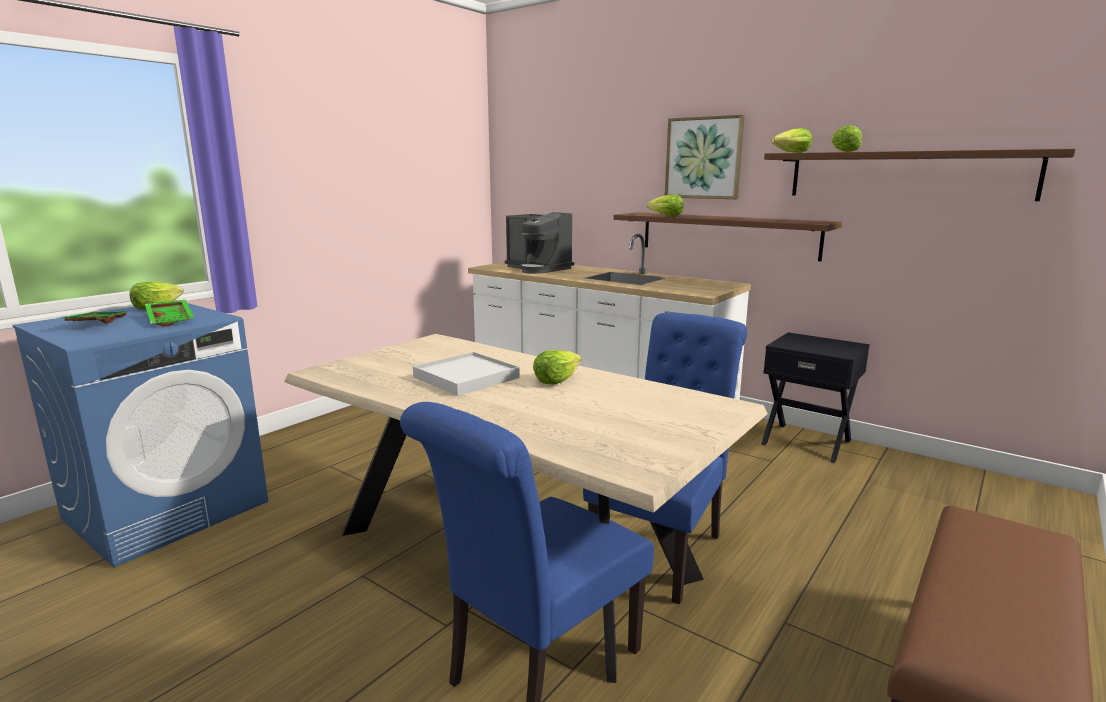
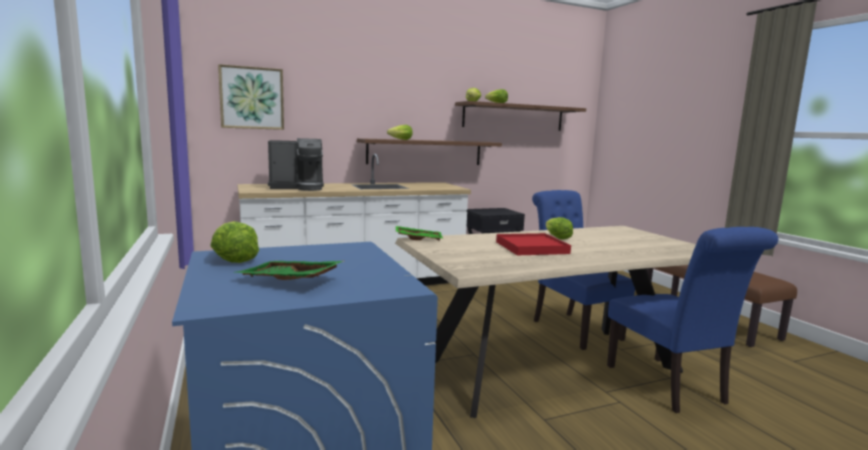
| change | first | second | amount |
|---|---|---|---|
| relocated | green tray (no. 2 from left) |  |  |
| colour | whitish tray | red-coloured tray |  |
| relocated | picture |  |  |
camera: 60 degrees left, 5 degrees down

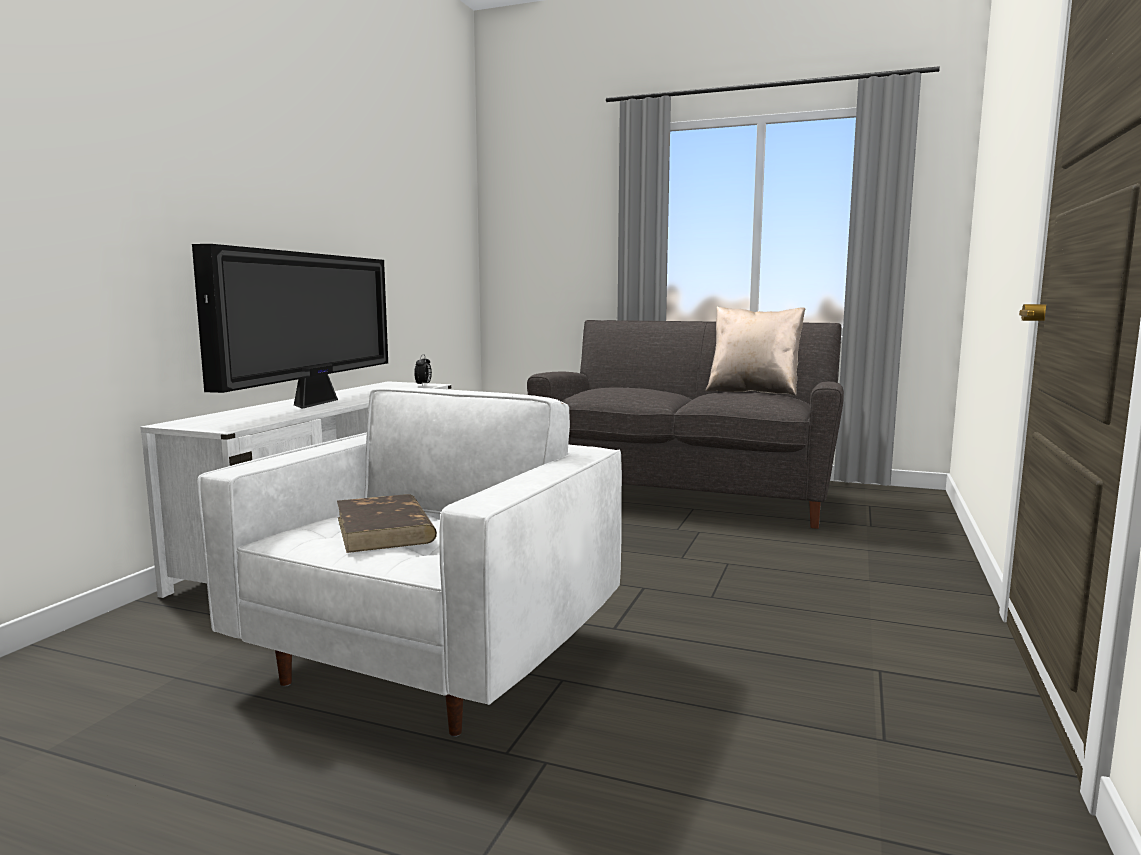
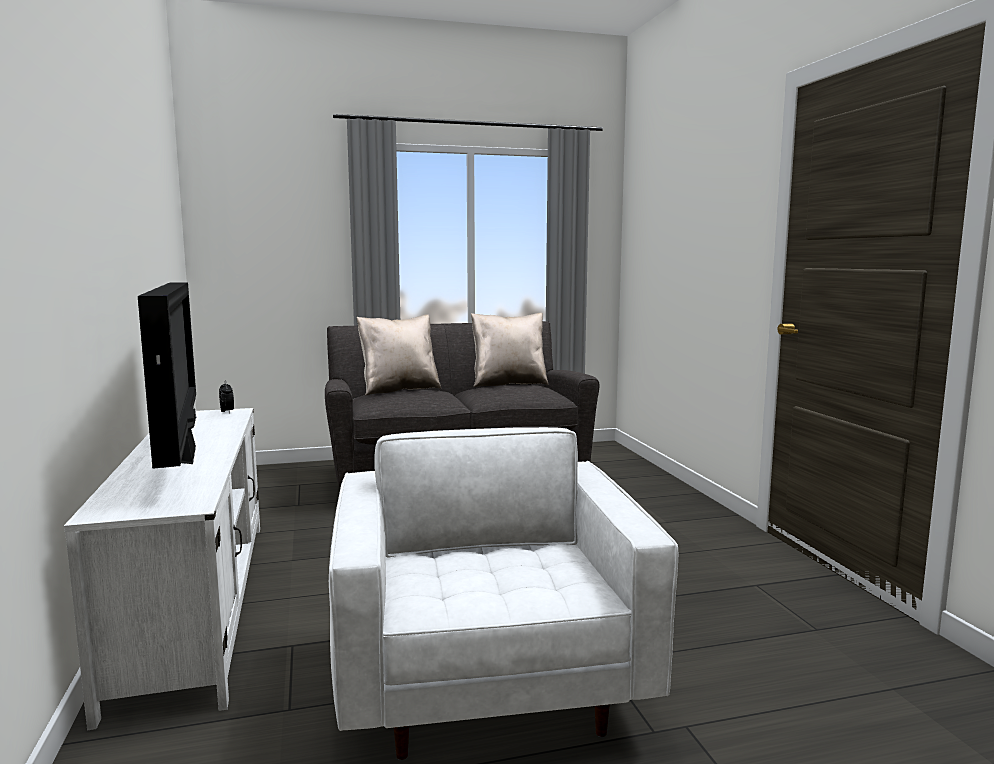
| change | first | second | amount |
|---|---|---|---|
| missing | brownish book |  |  |
| appeared |  | beige throw pillow (no. 1 from left) |  |
camera: 35 degrees left, 0 degrees up

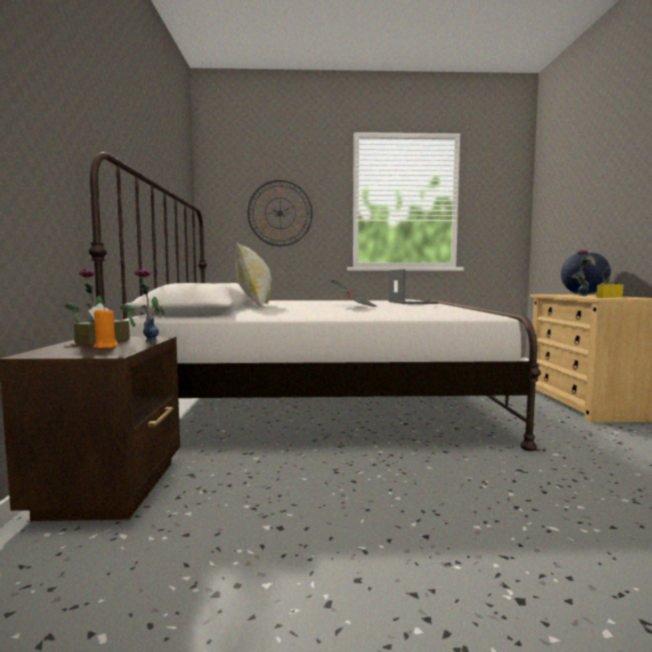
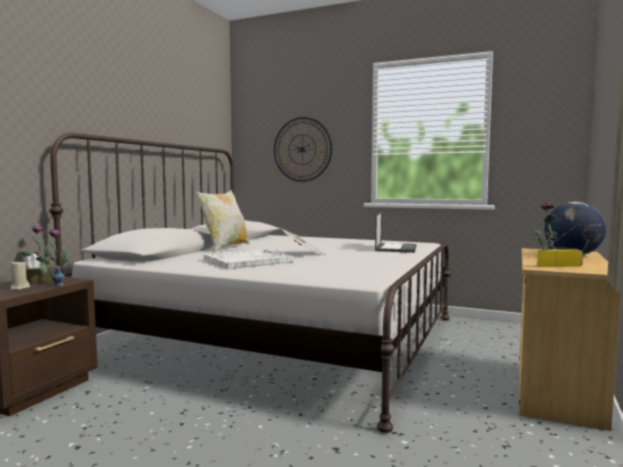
| change | first | second | amount |
|---|---|---|---|
| colour | orangey candle | beige candle |  |
| appeared |  | whitish tray |  |
camera: 25 degrees right, 0 degrees up

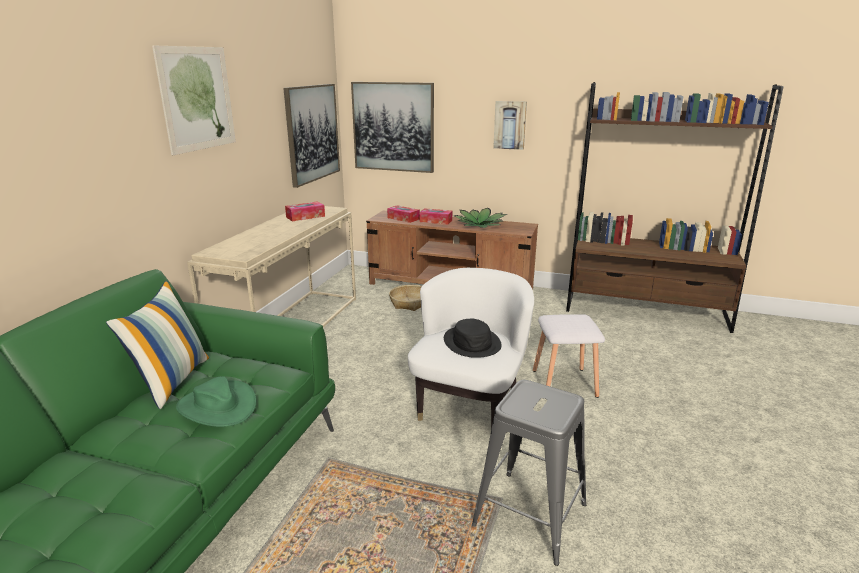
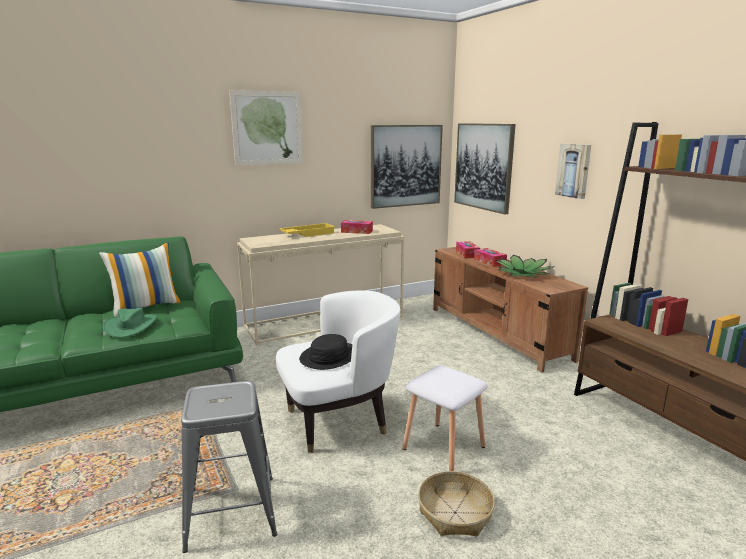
| change | first | second | amount |
|---|---|---|---|
| relocated | storage basket |  |  |
| appeared |  | yellowish tray |  |
camera: 45 degrees right, 5 degrees down

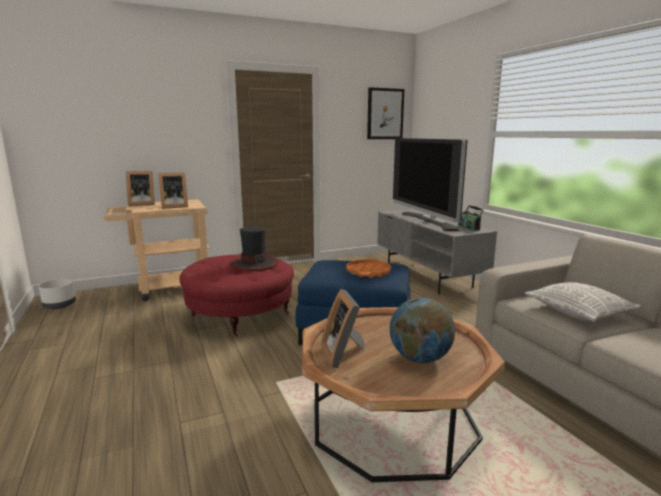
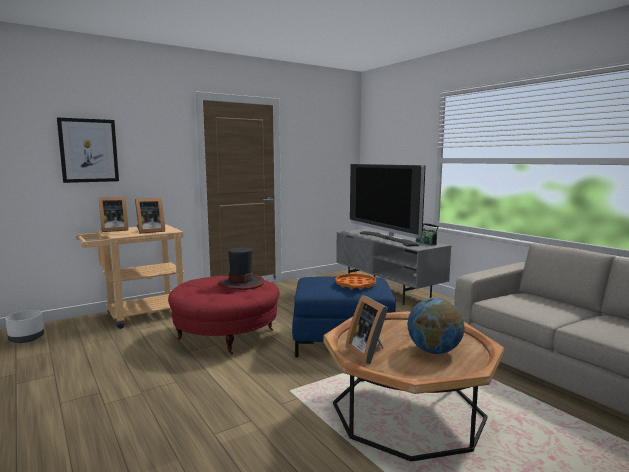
| change | first | second | amount |
|---|---|---|---|
| relocated | picture |  |  |
| missing | throw pillow |  |  |
camera: 10 degrees left, 5 degrees down

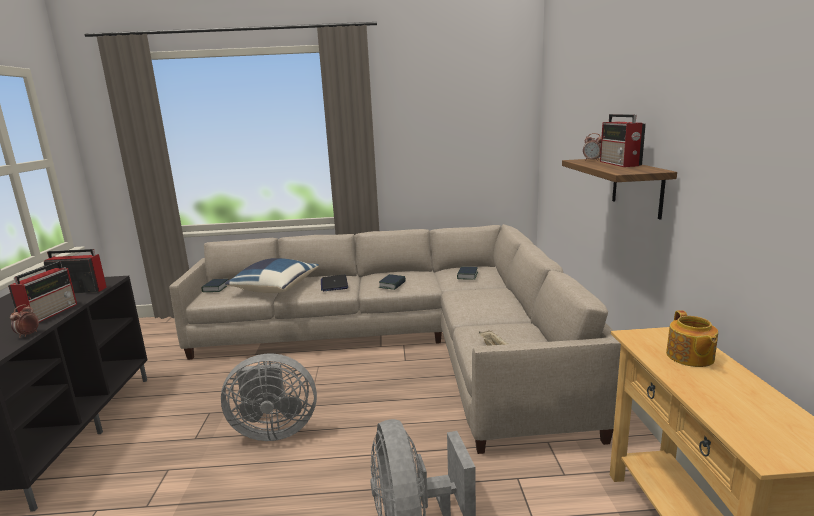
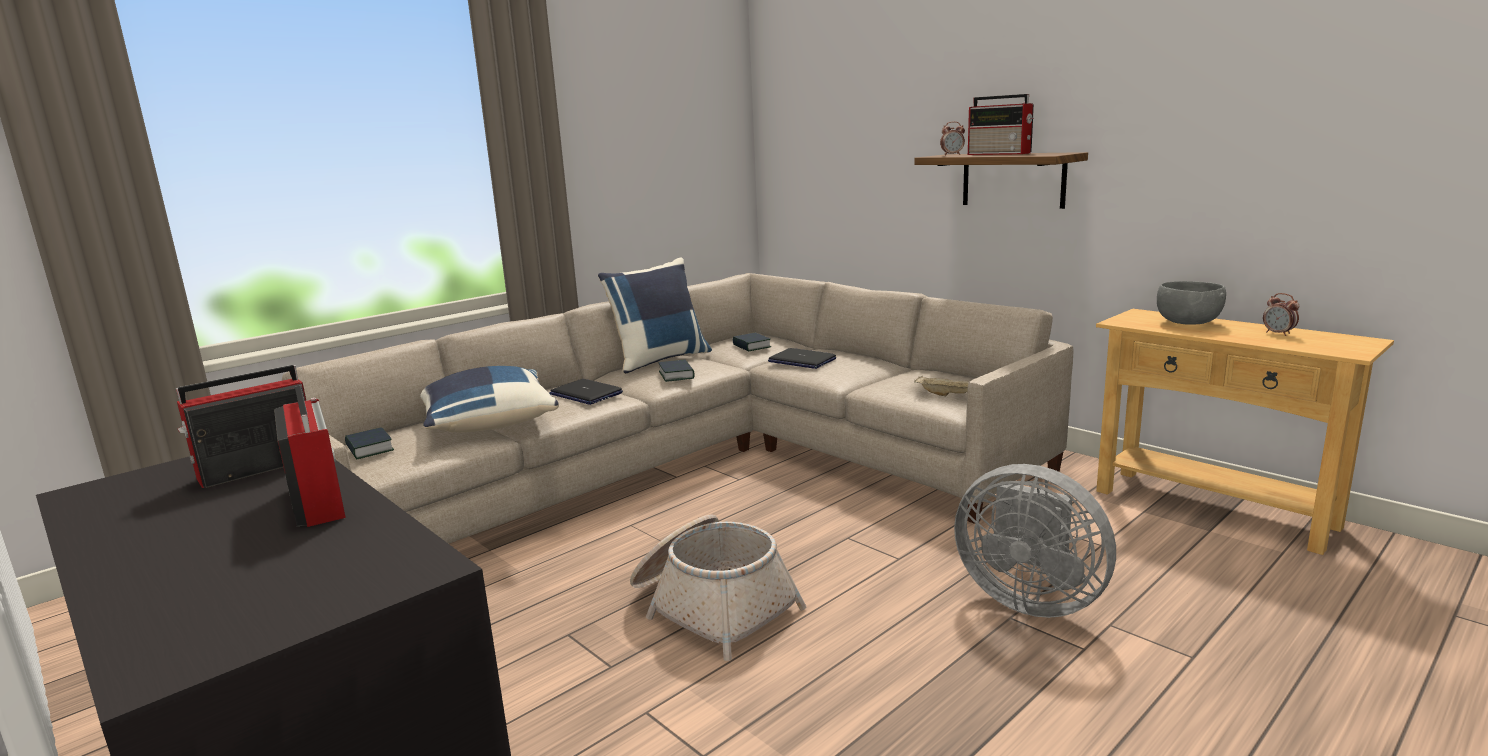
| change | first | second | amount |
|---|---|---|---|
| relocated | table clock (no. 1 from left in the first image) | table clock (no. 2 from left) |  |
| exchanged | grey fan (no. 1 from left) | storage basket |  |
| exchanged | teapot | grey bowl |  |
| appeared |  | blue throw pillow (no. 2 from left) |  |
| appeared |  | laptop (no. 2 from left) |  |
camera: 40 degrees left, 0 degrees up

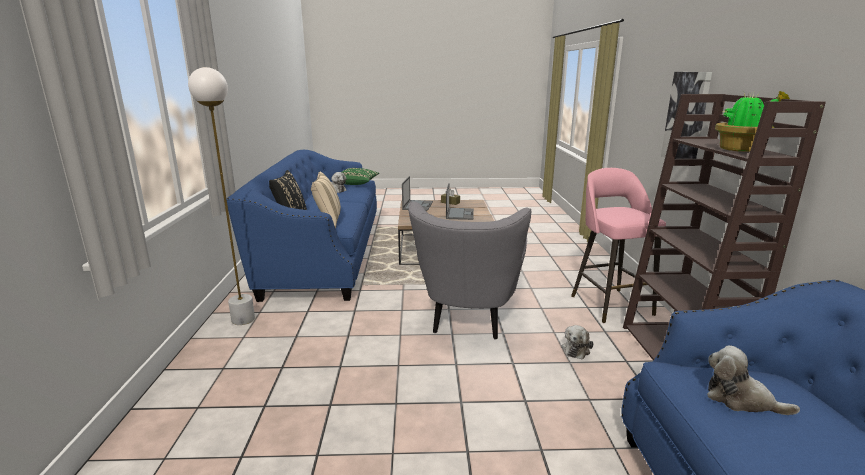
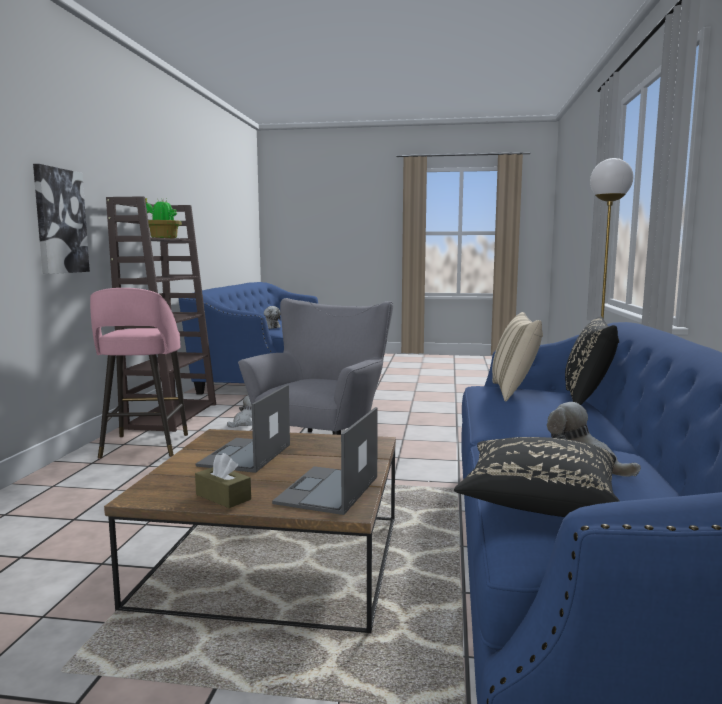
| change | first | second | amount |
|---|---|---|---|
| colour | green throw pillow | black throw pillow (no. 1 from left) |  |
camera: 170 degrees left, 10 degrees down

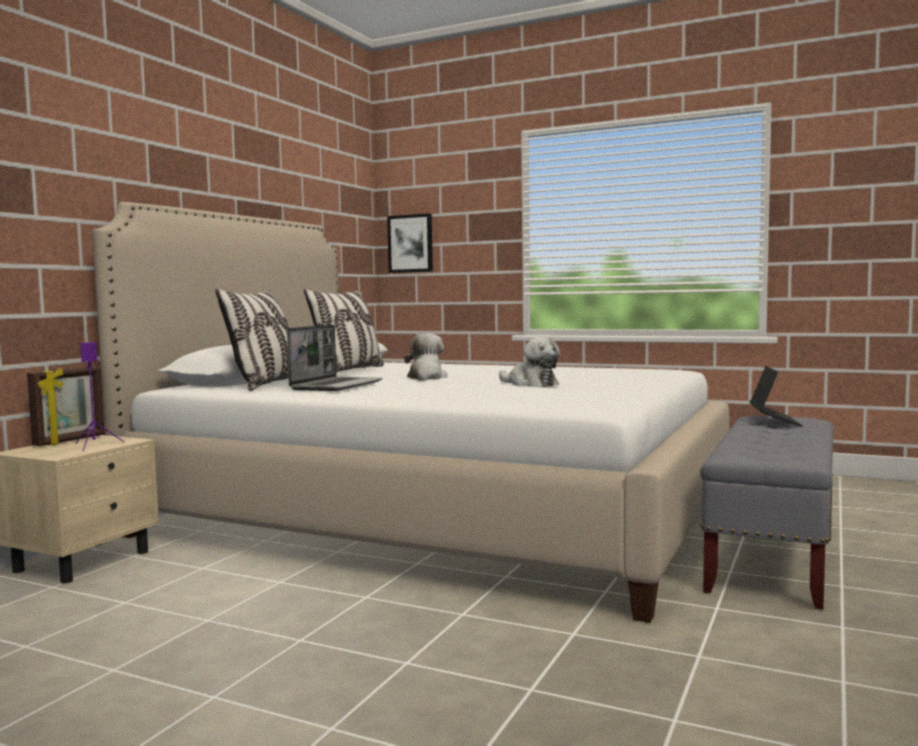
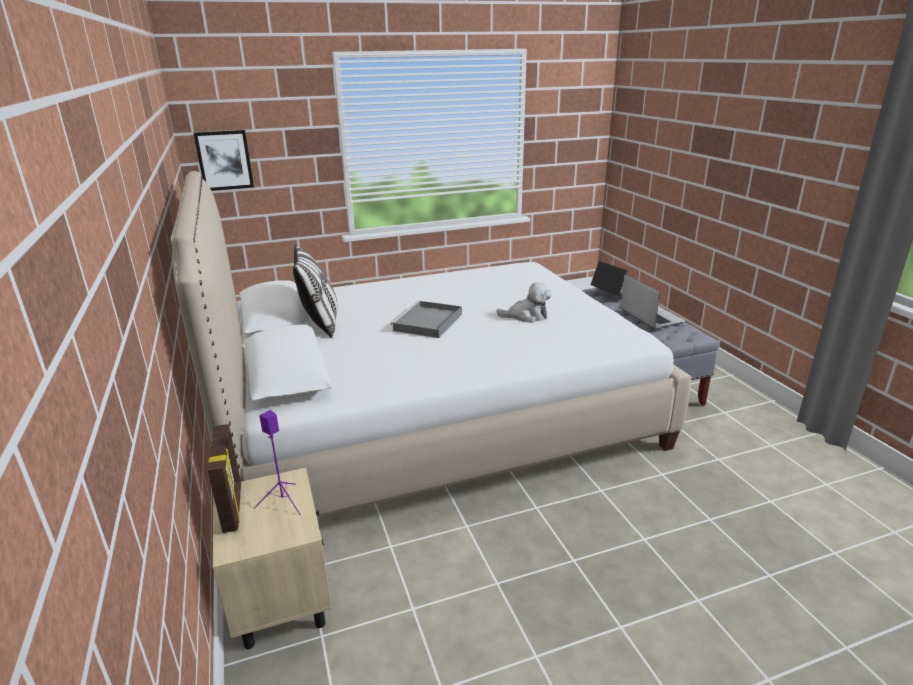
| change | first | second | amount |
|---|---|---|---|
| missing | throw pillow (no. 1 from left) |  |  |
| relocated | laptop (no. 1 from left in the first image) | laptop (no. 2 from left) |  |
| exchanged | cuddly toy (no. 1 from left) | grey tray |  |
camera: 45 degrees left, 20 degrees up

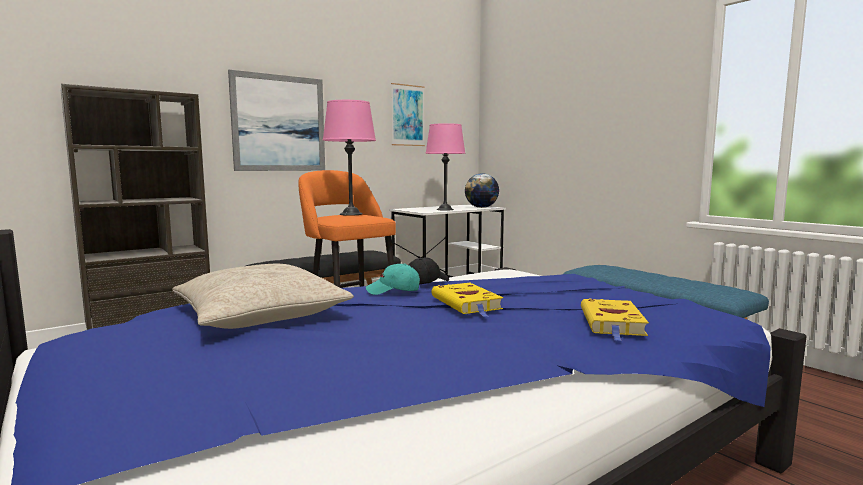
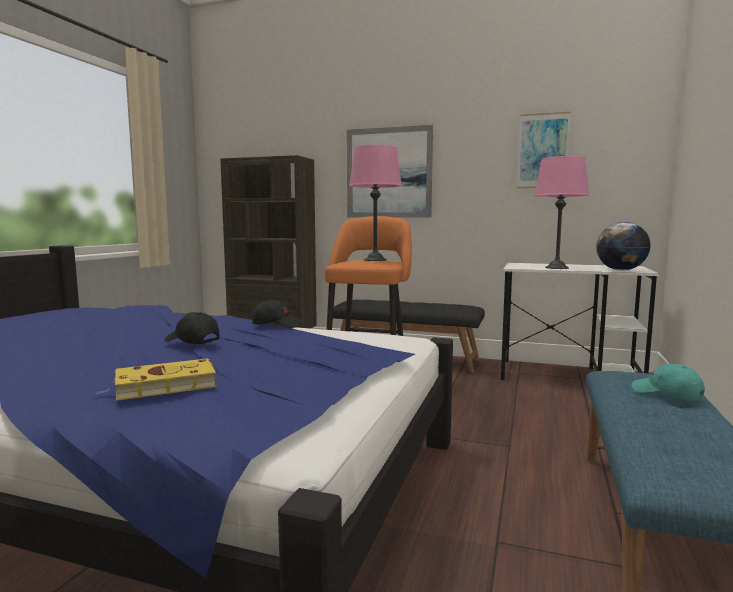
| change | first | second | amount |
|---|---|---|---|
| missing | beige throw pillow |  |  |
| relocated | turquoise-coloured cap |  |  |
| exchanged | yellowish book (no. 1 from left) | black cap (no. 1 from left) |  |
camera: 55 degrees right, 0 degrees up

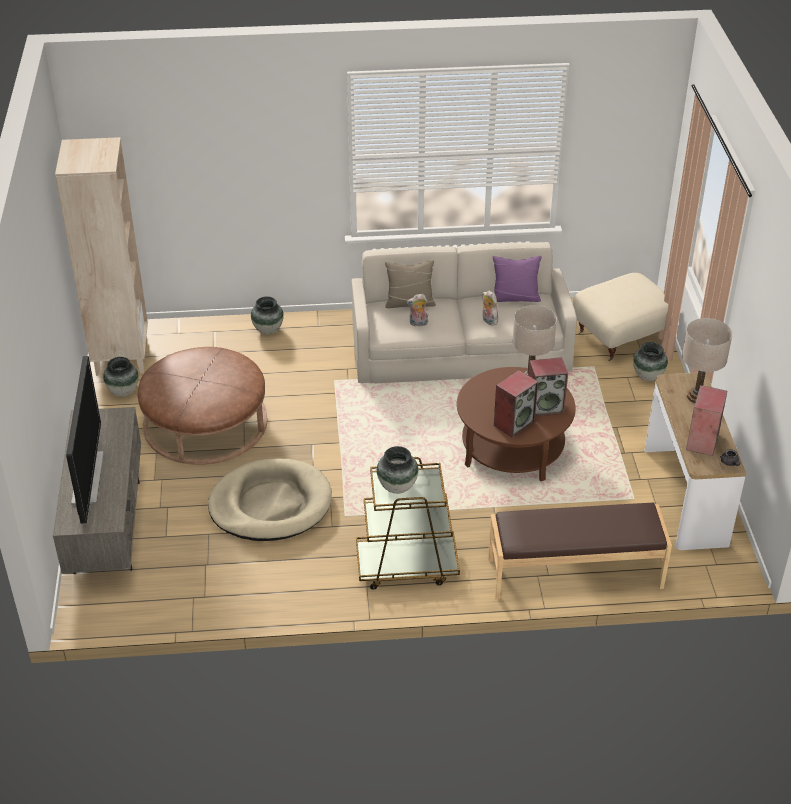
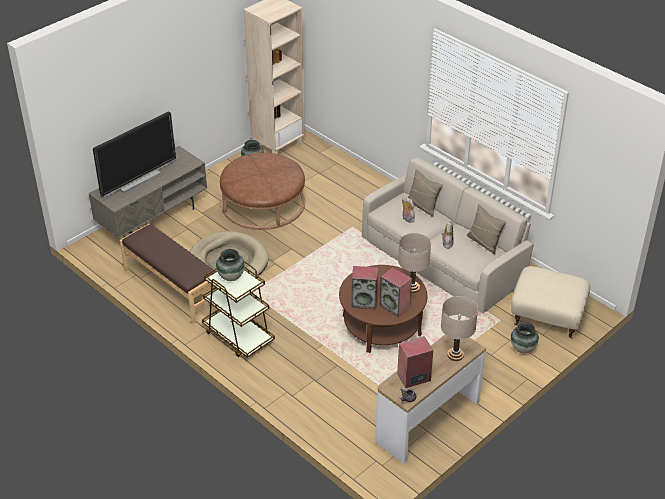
| change | first | second | amount |
|---|---|---|---|
| missing | vase (no. 2 from left) |  |  |
| relocated | brownish indoor bench |  |  |
| colour | purplish throw pillow | beige throw pillow (no. 2 from left) |  |
camera: 50 degrees right, 0 degrees up

